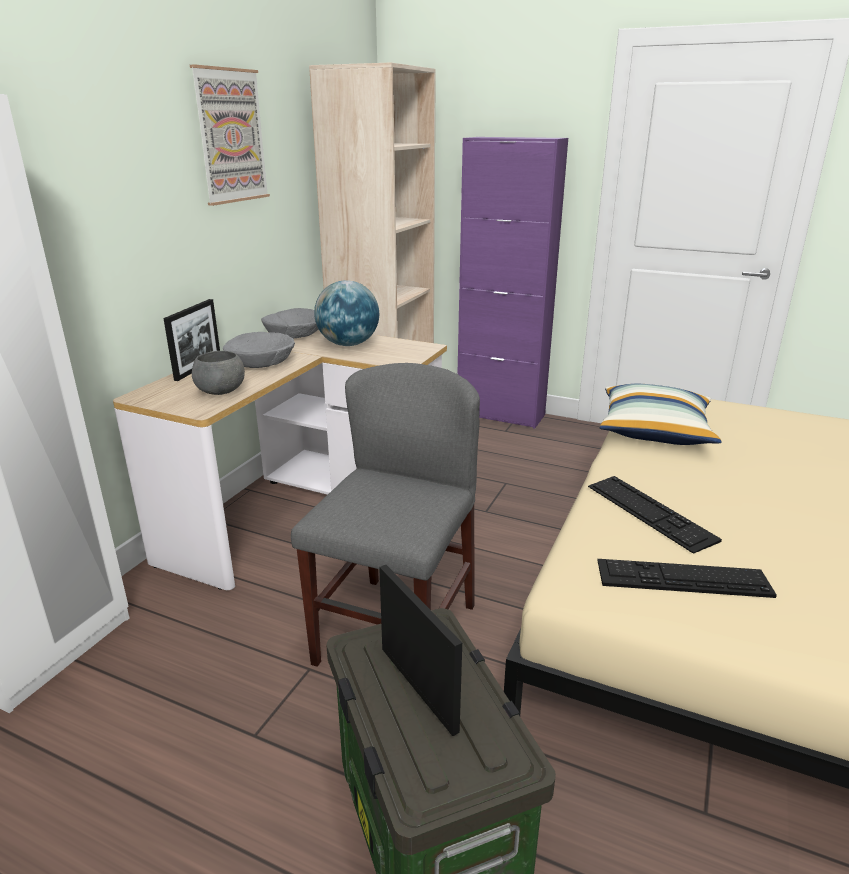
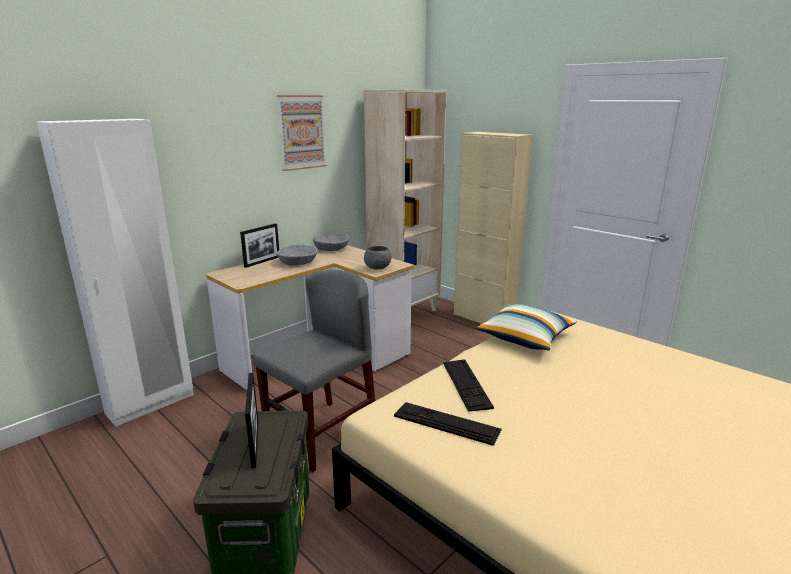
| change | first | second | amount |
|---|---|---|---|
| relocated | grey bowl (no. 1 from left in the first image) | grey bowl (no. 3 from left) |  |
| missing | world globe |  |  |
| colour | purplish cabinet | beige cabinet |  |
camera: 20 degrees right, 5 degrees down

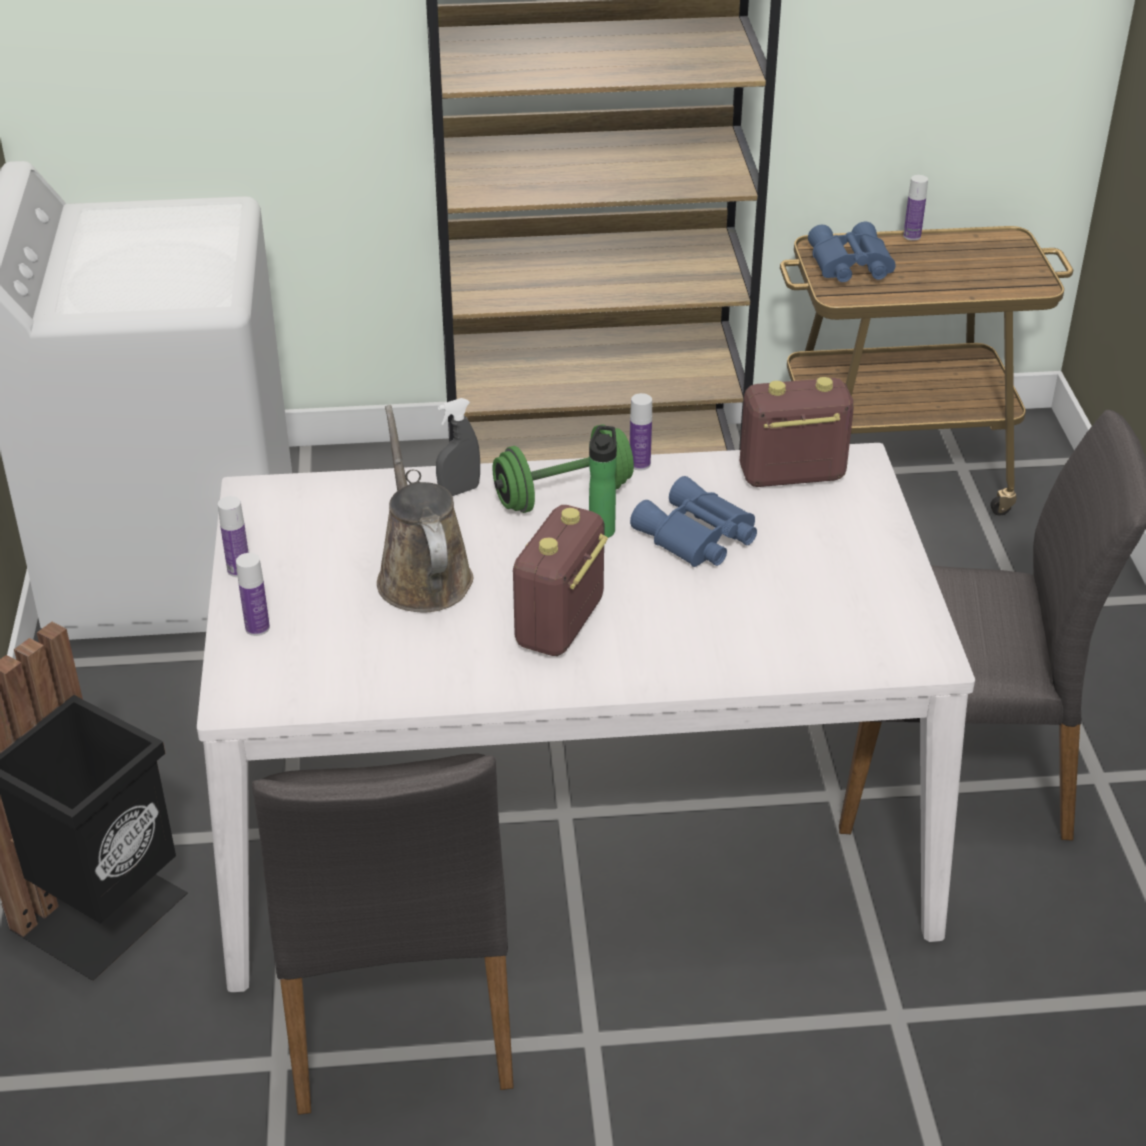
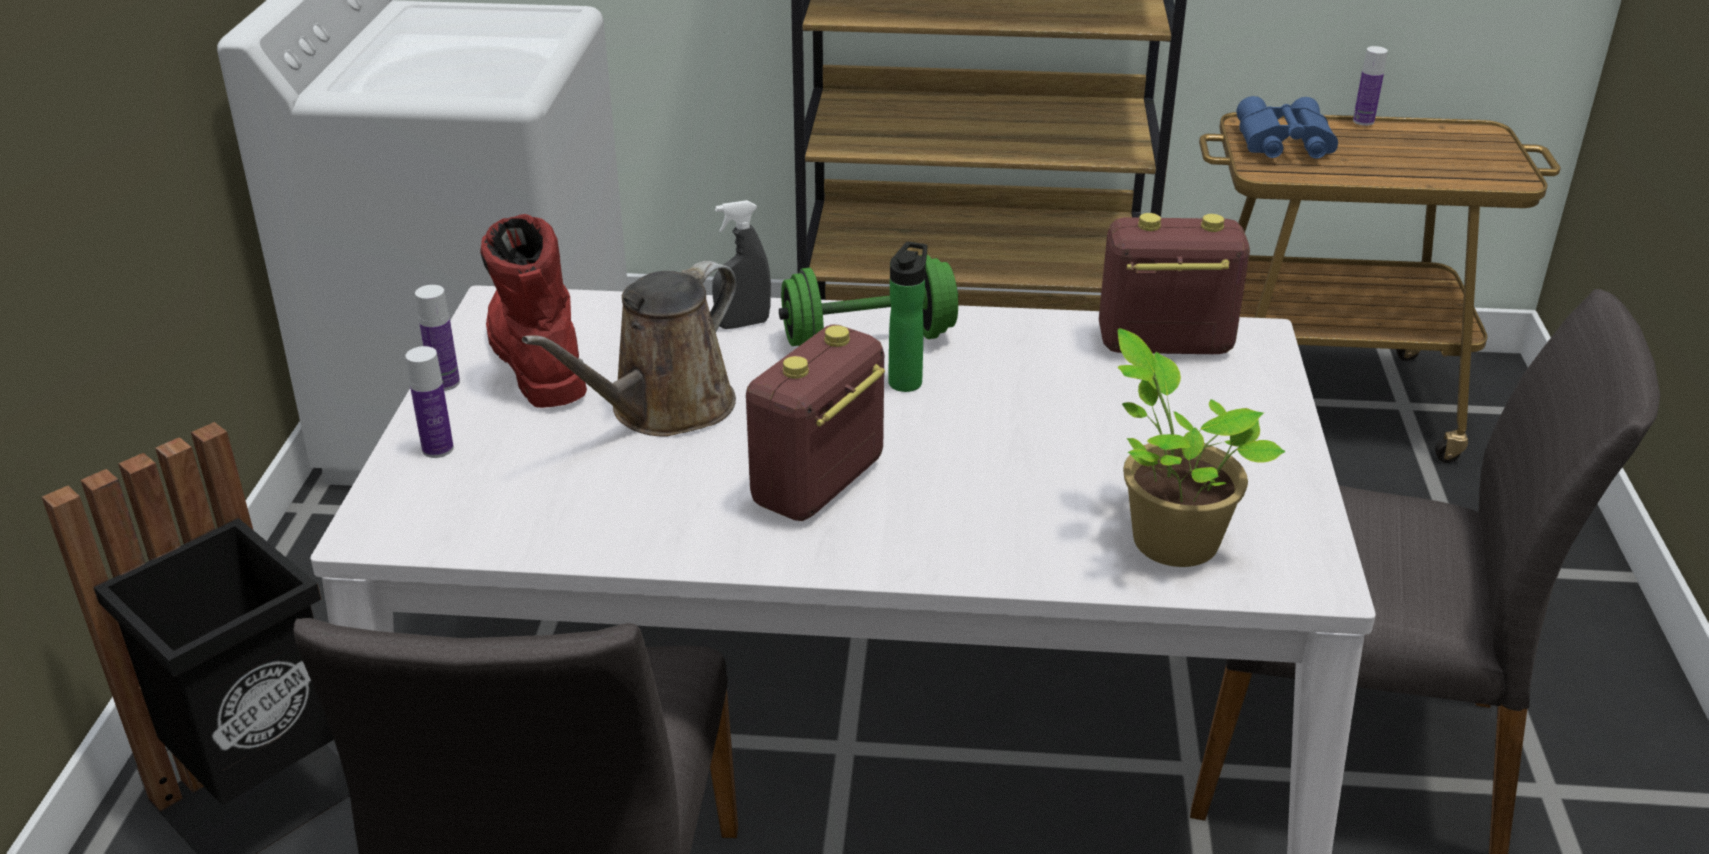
| change | first | second | amount |
|---|---|---|---|
| spun | brownish watering can |  | 135 degrees counterclockwise |
| missing | bottle (no. 4 from left) |  |  |
| missing | blue binoculars (no. 1 from left) |  |  |
| appeared |  | red-coloured tall boot |  |
| appeared |  | houseplant |  |
camera: 10 degrees right, 5 degrees down

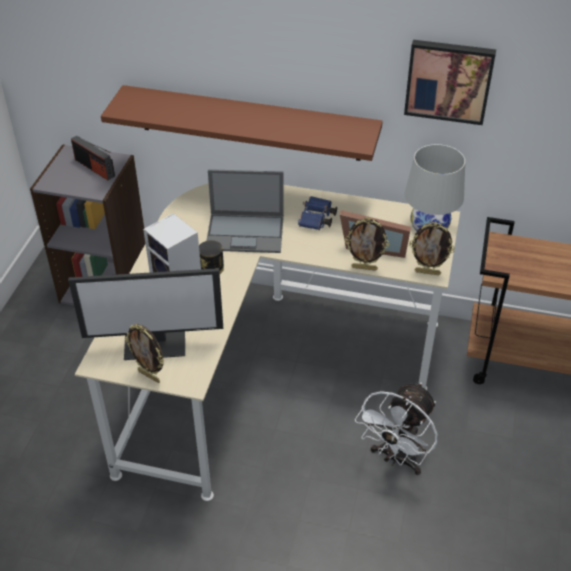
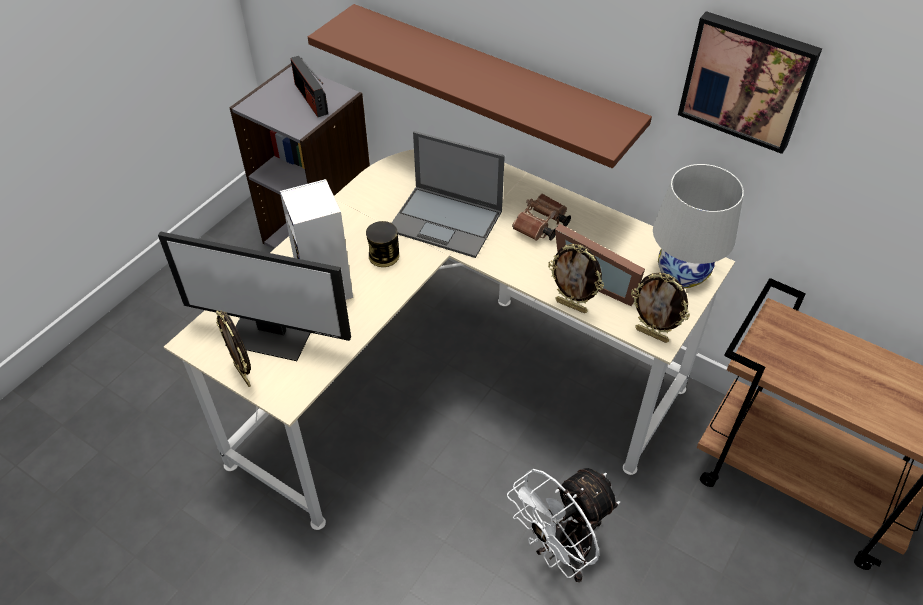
| change | first | second | amount |
|---|---|---|---|
| colour | blue binoculars | brownish binoculars |  |
camera: 20 degrees right, 5 degrees up

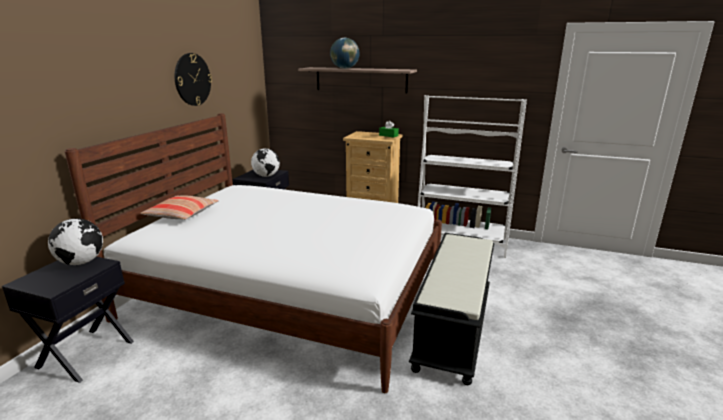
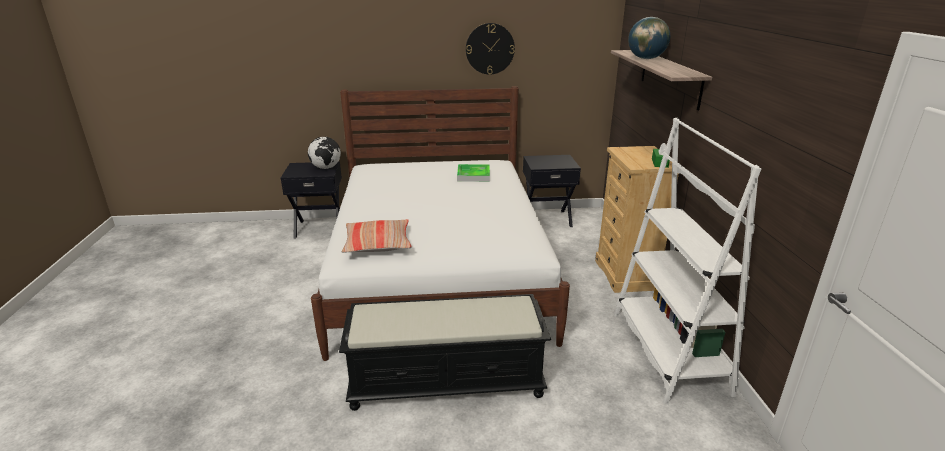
| change | first | second | amount |
|---|---|---|---|
| relocated | throw pillow |  |  |
| missing | world globe (no. 2 from left) |  |  |
| appeared |  | tray |  |
camera: 65 degrees right, 5 degrees up

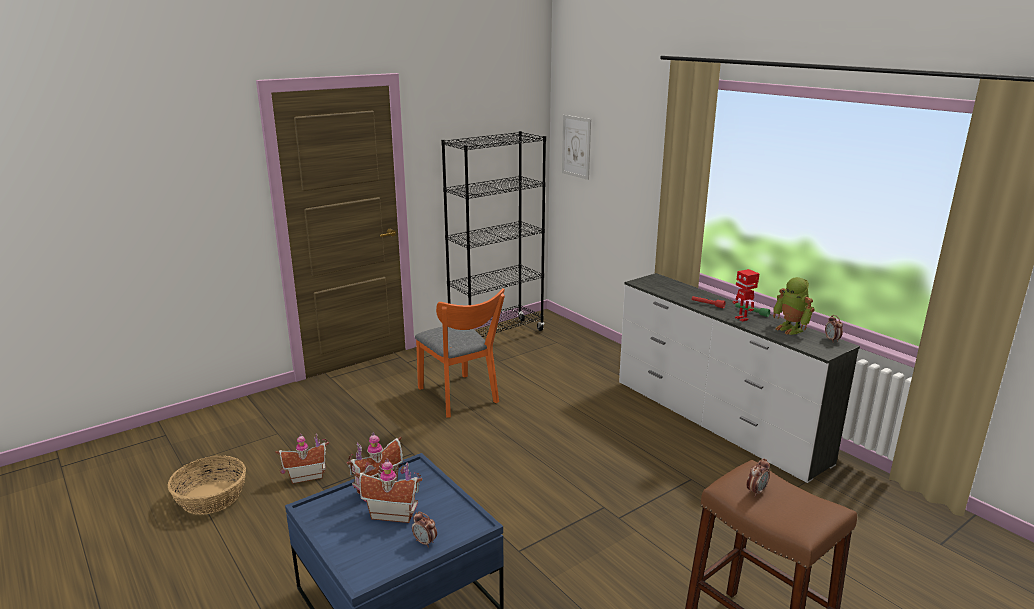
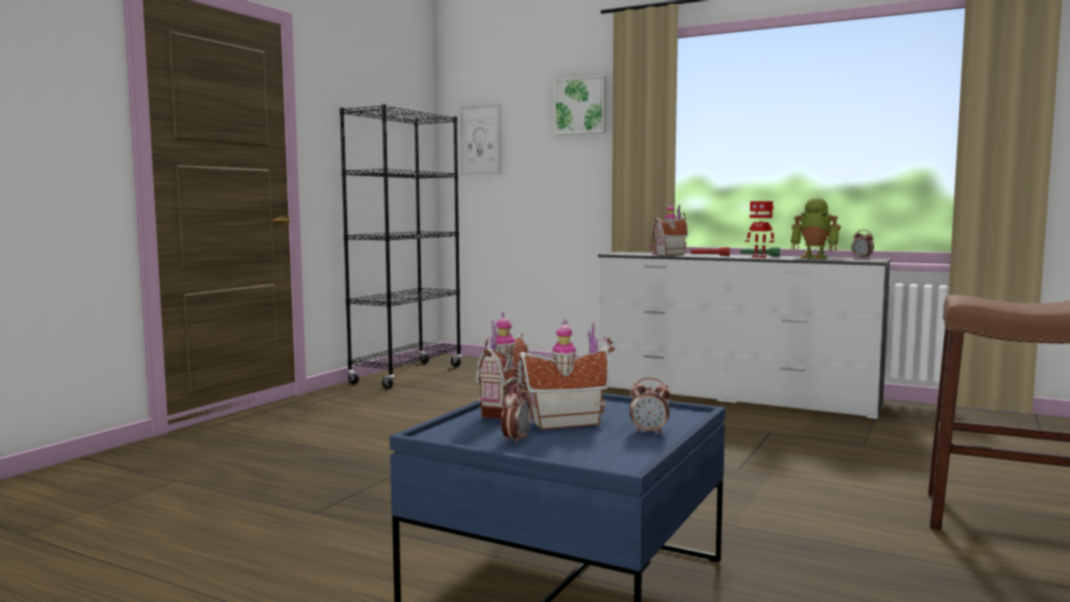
| change | first | second | amount |
|---|---|---|---|
| missing | storage basket |  |  |
| relocated | toy house (no. 1 from left in the first image) | toy house (no. 3 from left) |  |
| missing | orangey upright chair |  |  |
| relocated | table clock (no. 2 from left in the first image) | table clock (no. 1 from left) |  |
| appeared |  | picture (no. 2 from left) |  |
camera: 25 degrees left, 15 degrees down

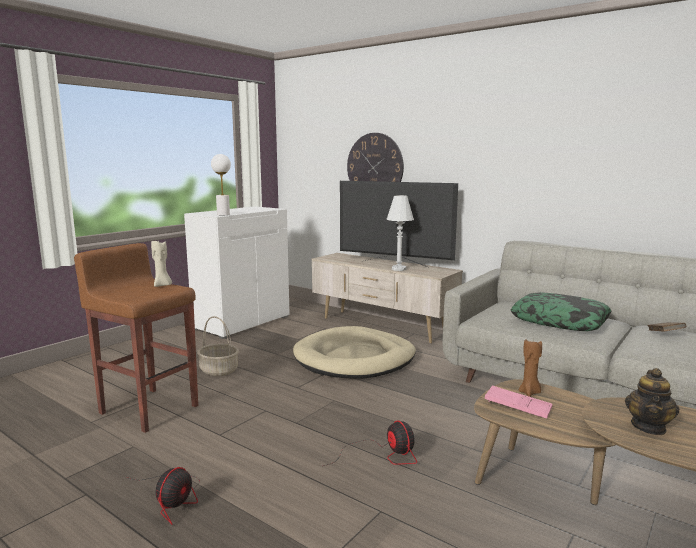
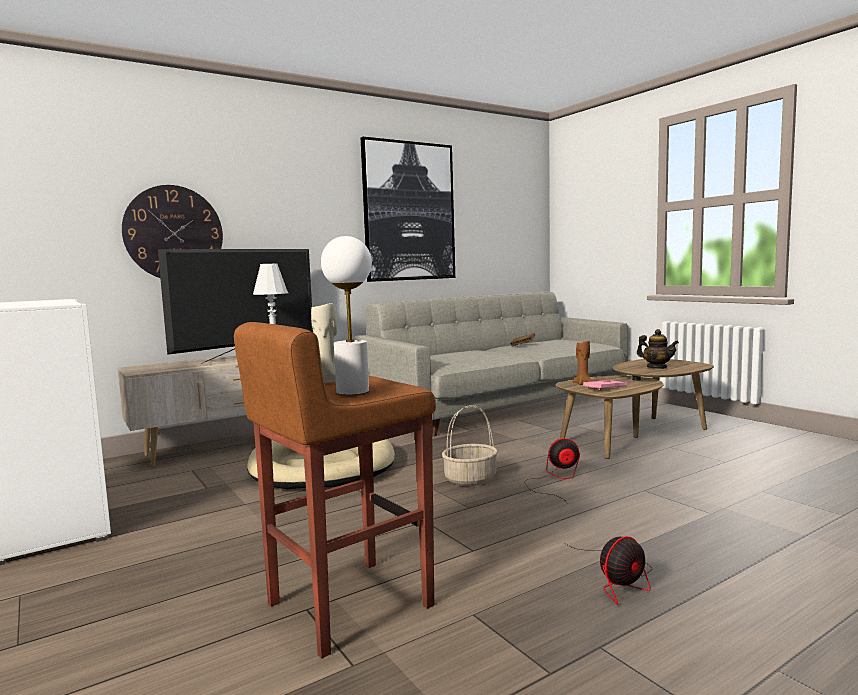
| change | first | second | amount |
|---|---|---|---|
| spun | fan (no. 1 from left in the first image) | fan (no. 2 from left) | 105 degrees clockwise |
| relocated | storage basket |  |  |
| relocated | whitish tabletop lamp (no. 1 from left in the first image) | whitish tabletop lamp (no. 2 from left) |  |
| missing | throw pillow |  |  |
| appeared |  | picture |  |
camera: 70 degrees left, 5 degrees down

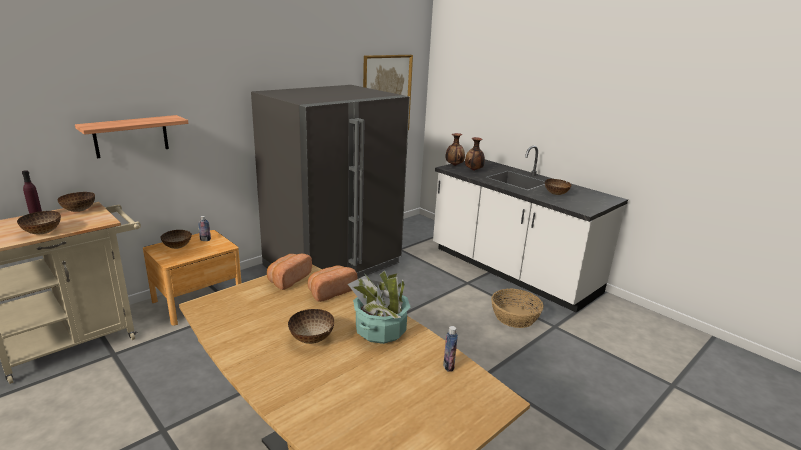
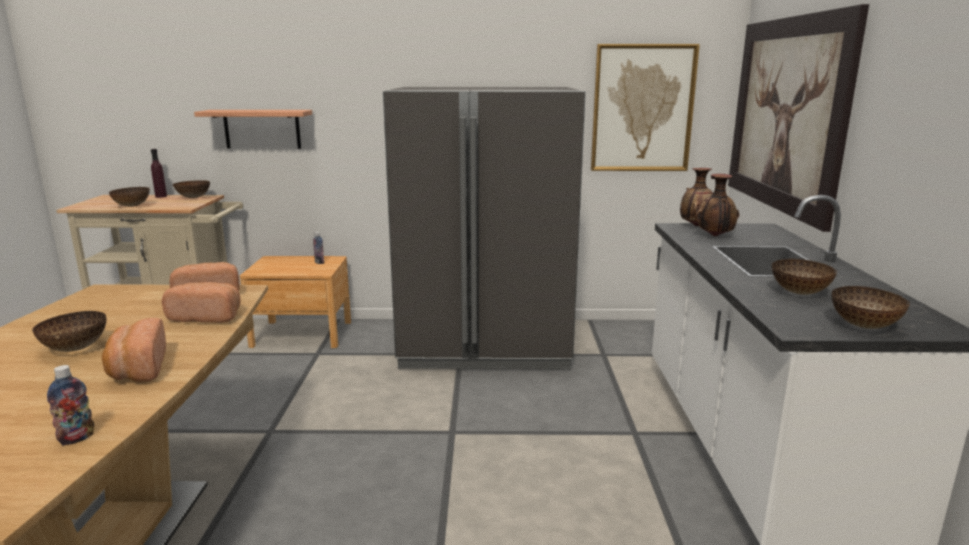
| change | first | second | amount |
|---|---|---|---|
| relocated | bowl (no. 3 from left in the first image) | bowl (no. 5 from left) |  |
| exchanged | houseplant | bread (no. 1 from left) |  |
| missing | storage basket |  |  |
| appeared |  | picture (no. 2 from left) |  |
camera: 45 degrees right, 5 degrees down

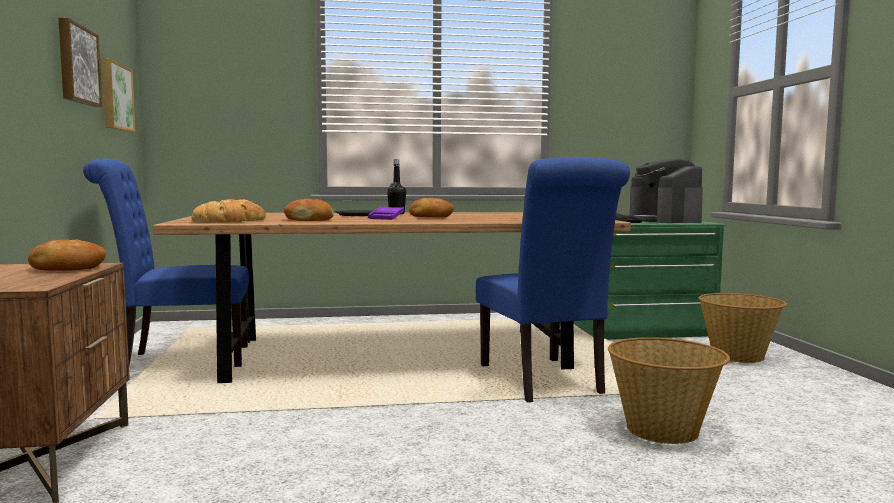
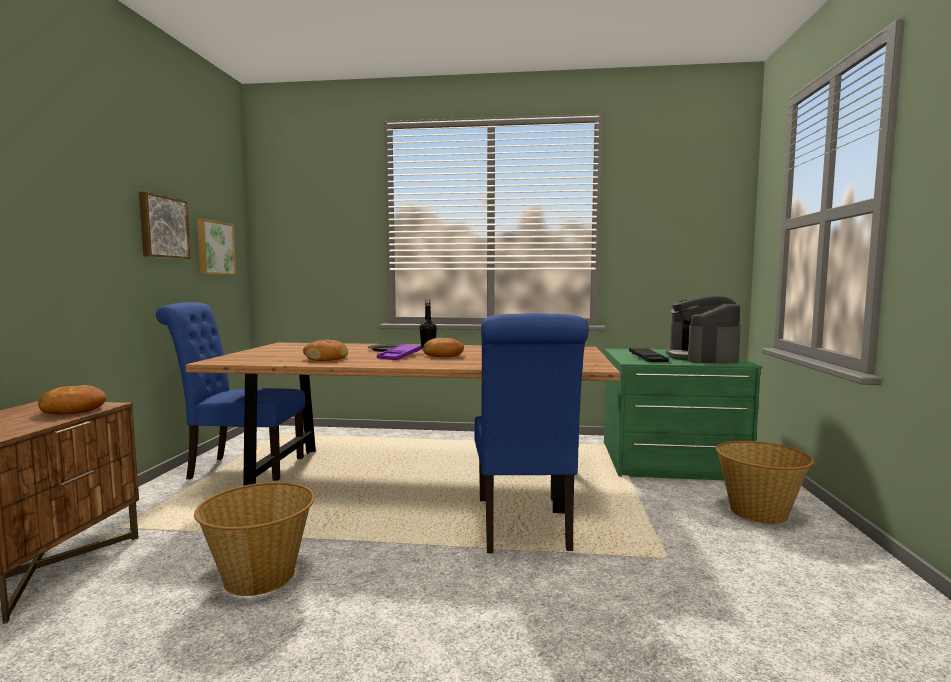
| change | first | second | amount |
|---|---|---|---|
| missing | bread (no. 2 from left) |  |  |
| relocated | storage basket (no. 1 from left) |  |  |
camera: 15 degrees right, 0 degrees up

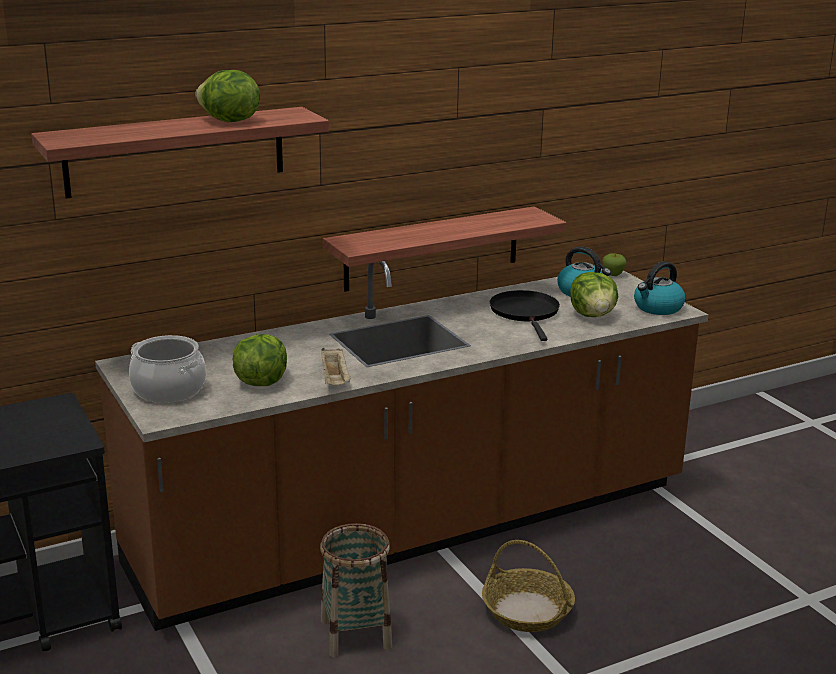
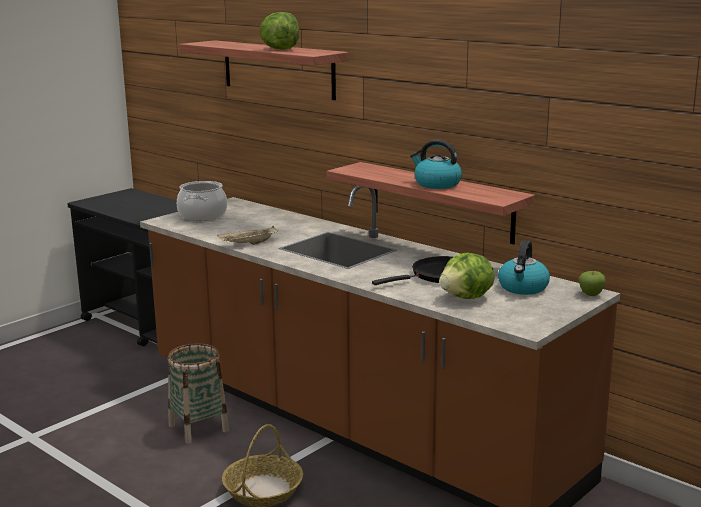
| change | first | second | amount |
|---|---|---|---|
| missing | lettuce (no. 2 from left) |  |  |
| relocated | tea kettle (no. 2 from left in the first image) | tea kettle (no. 1 from left) |  |
camera: 70 degrees right, 5 degrees down

